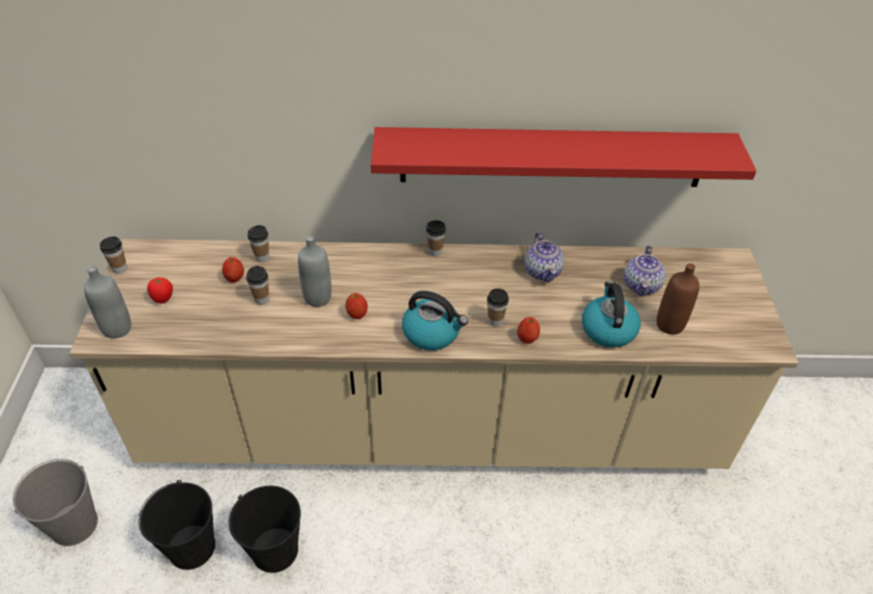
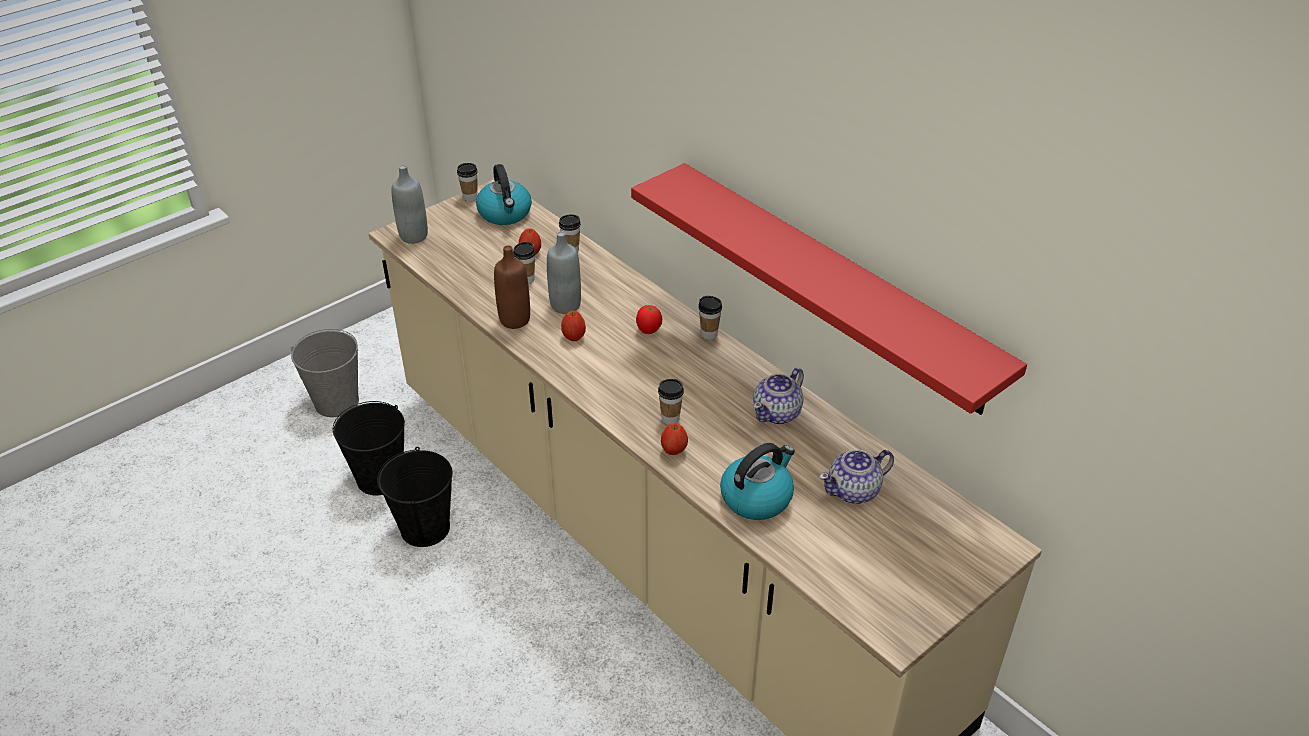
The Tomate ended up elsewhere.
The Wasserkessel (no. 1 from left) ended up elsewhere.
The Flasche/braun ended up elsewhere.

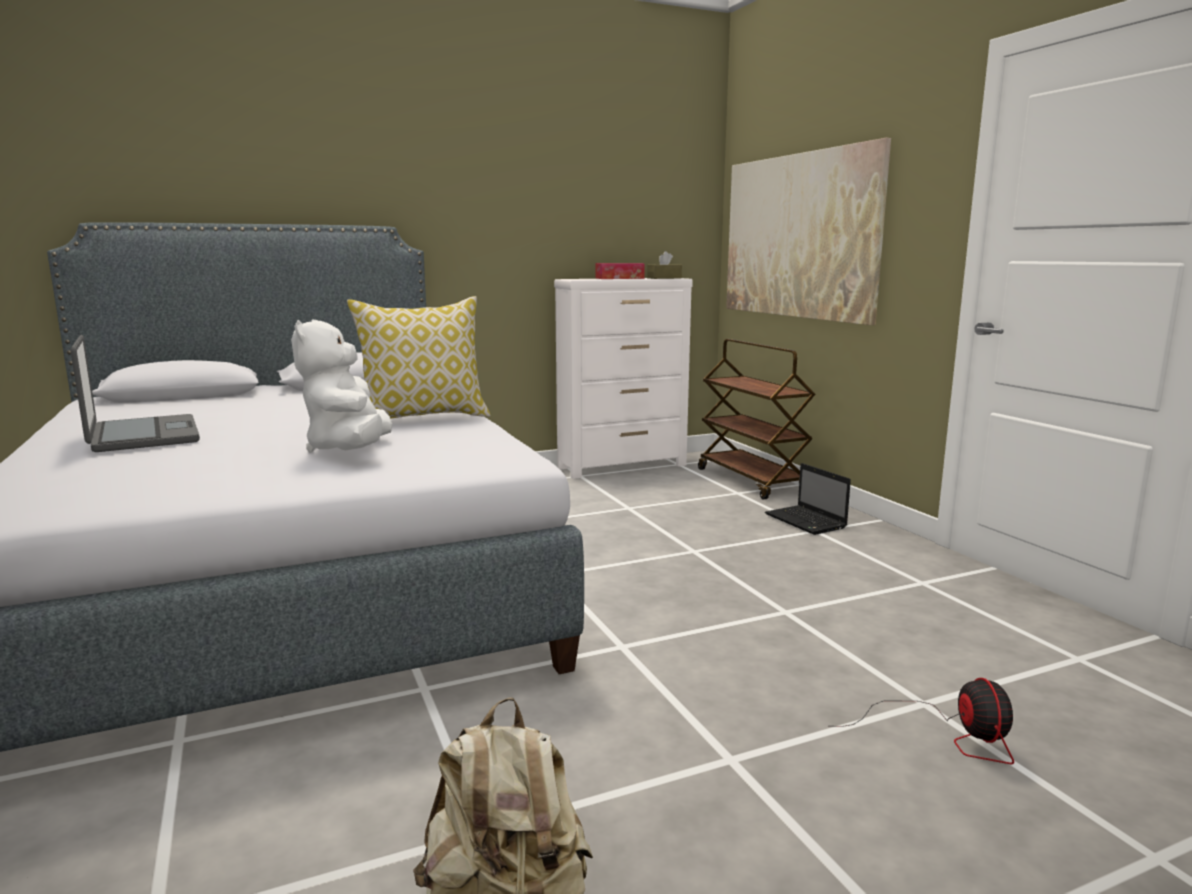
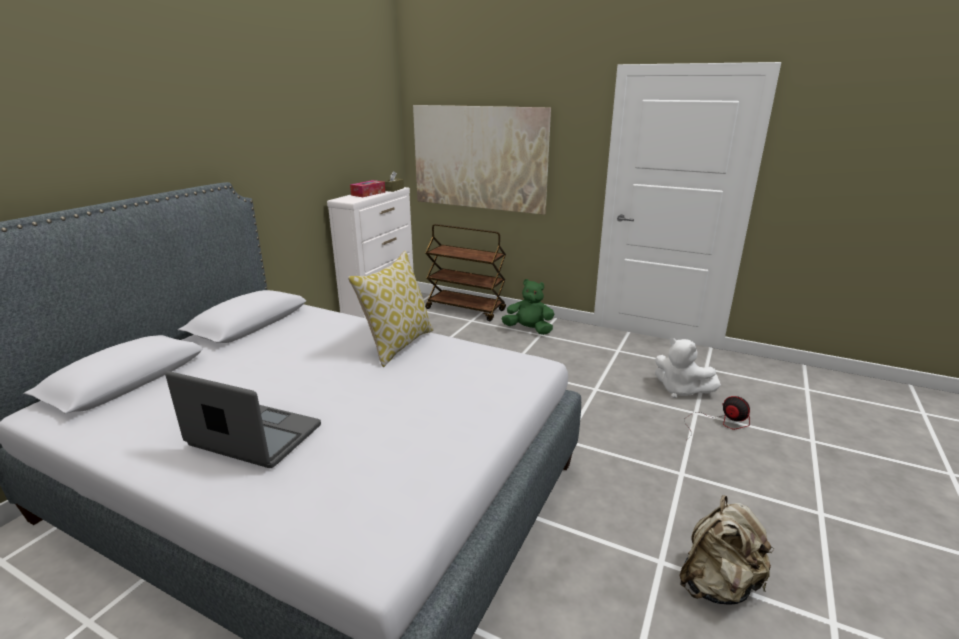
The Plüschtier/weiß ended up elsewhere.
Where the Laptop (no. 2 from left) stood, the Plüschtier/grün came to stand.

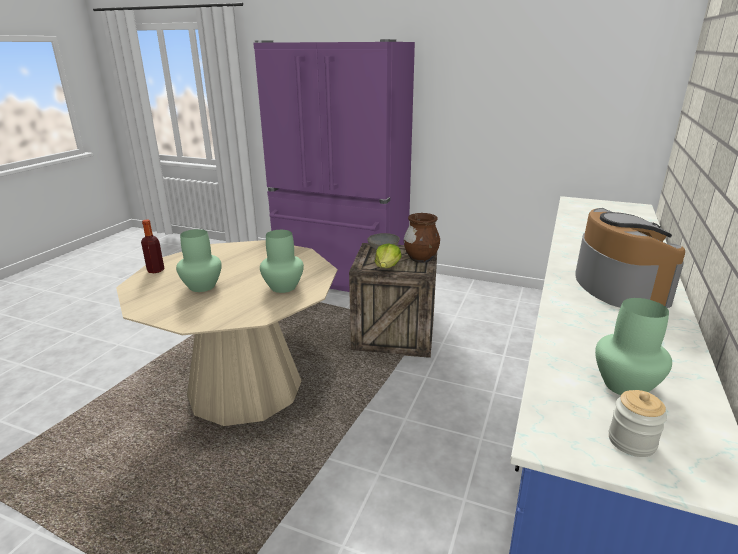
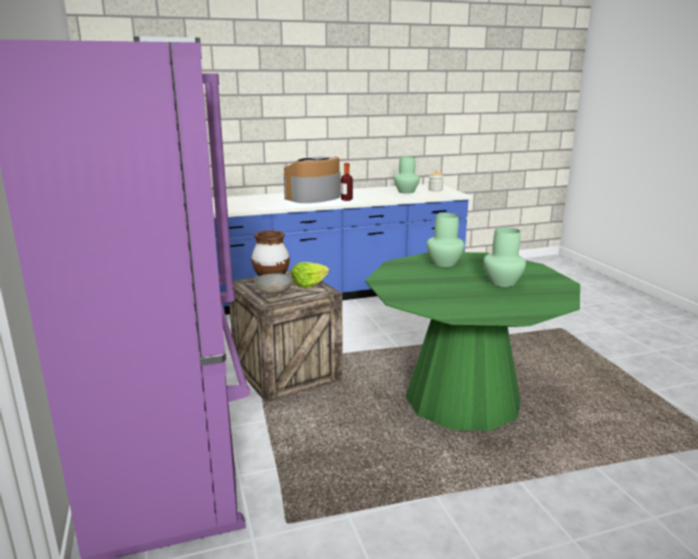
The Flasche ended up elsewhere.
What was the Esstisch/beige turned into the Esstisch/grün.

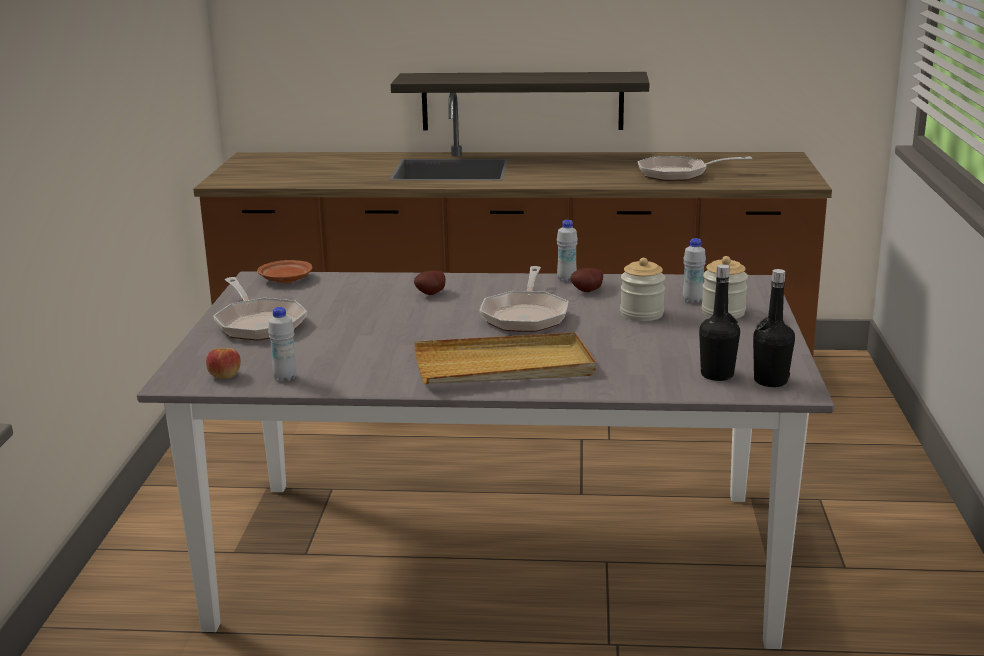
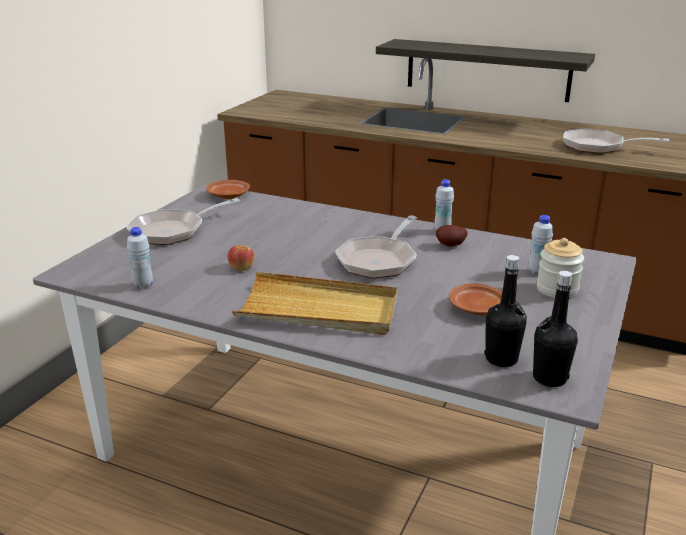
The second view lost the Kartoffel (no. 1 from left).
The second view lost the Vorratsglas (no. 1 from left).
The second view gained the Teller/braun (no. 2 from left).
The Apfel ended up elsewhere.
The Pfanne (no. 1 from left) ended up facing another way, 60 degrees clockwise from before.

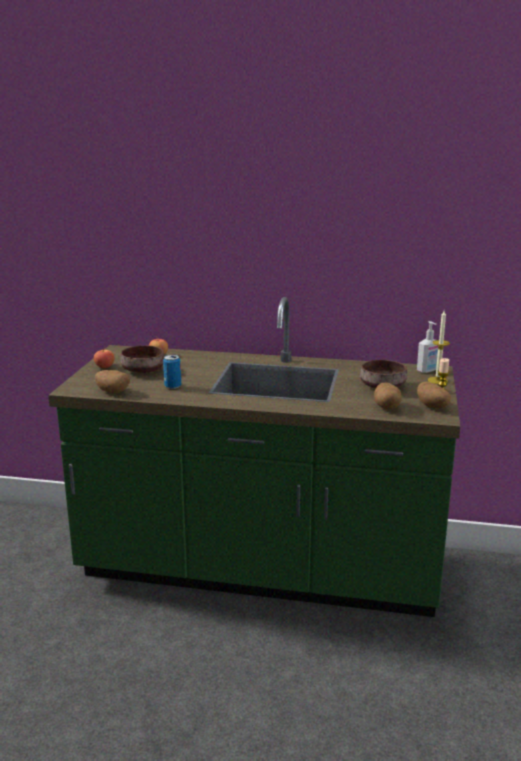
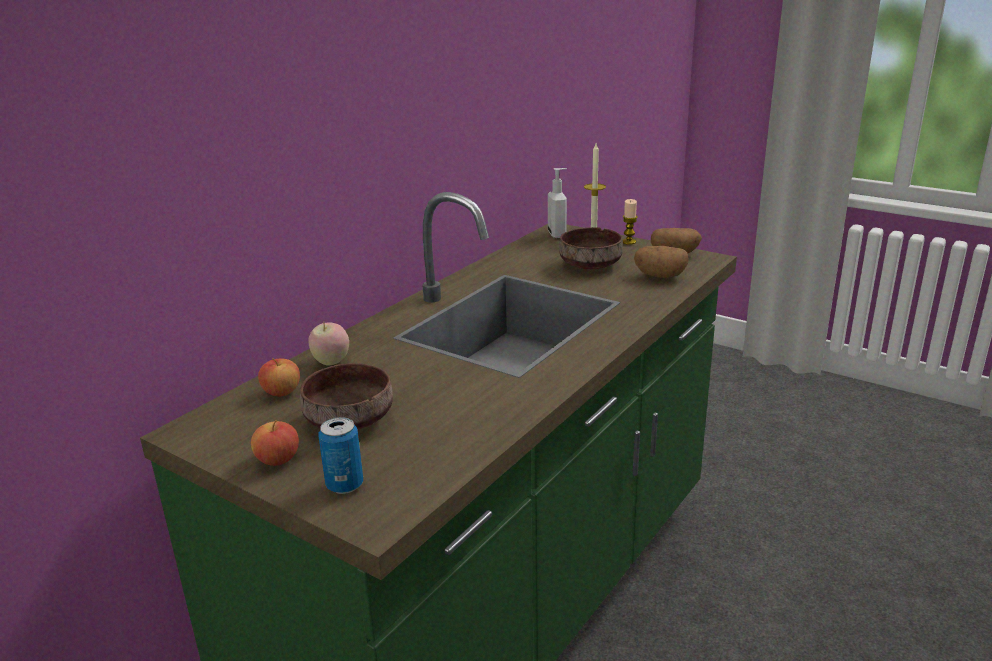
The second view lost the Kartoffel (no. 1 from left).
The second view gained the Apfel (no. 3 from left).
The Dose ended up elsewhere.

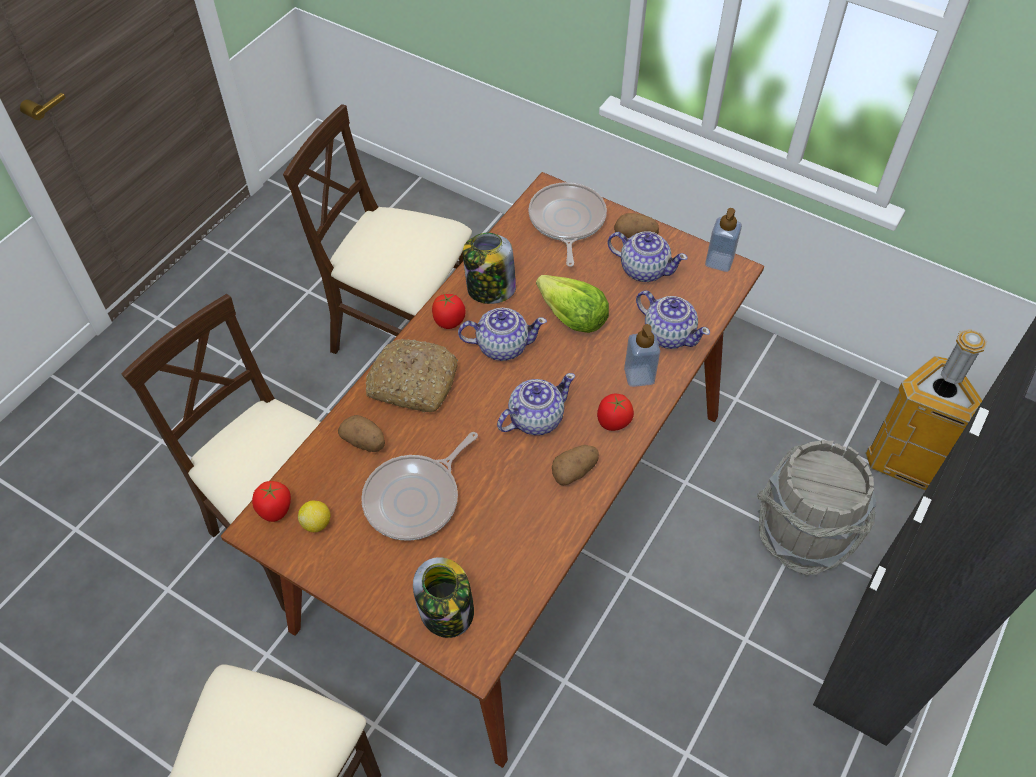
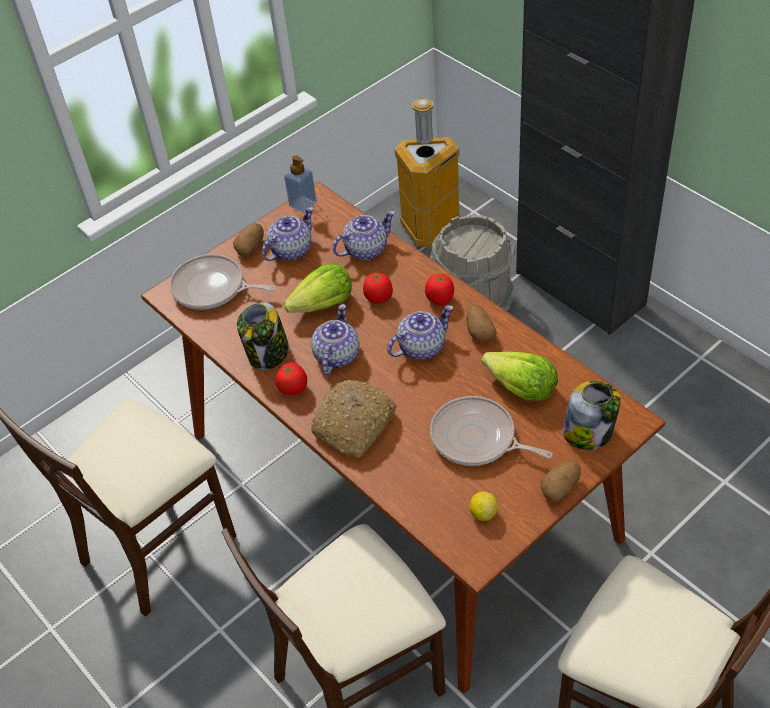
The second view lost the Seifenspender (no. 1 from left).
The second view gained the Salatkopf (no. 2 from left).
The Tomate (no. 1 from left in the first image) ended up elsewhere.
The Kartoffel (no. 1 from left in the first image) ended up elsewhere.
The Pfanne (no. 1 from left in the first image) ended up facing another way, 150 degrees clockwise from before.
The Teekanne (no. 2 from left in the first image) ended up facing another way, 75 degrees clockwise from before.

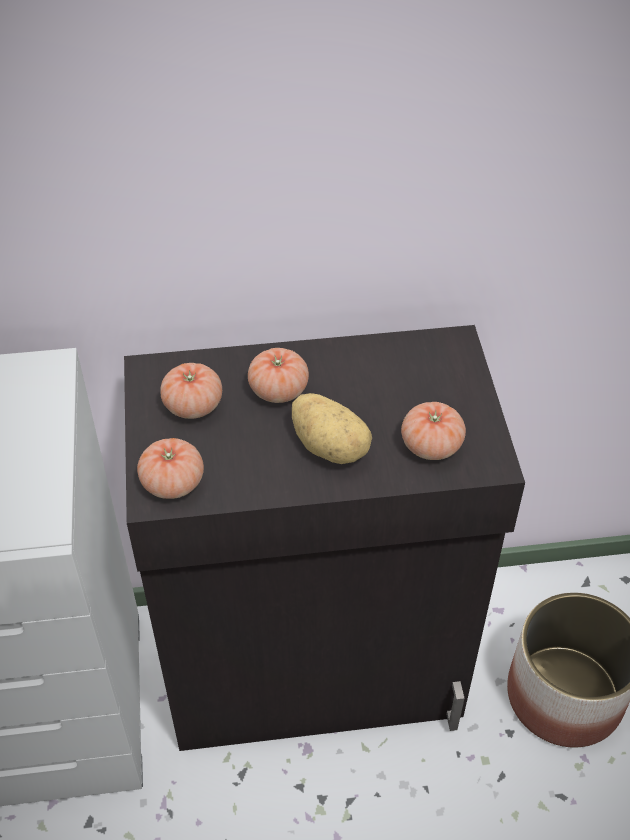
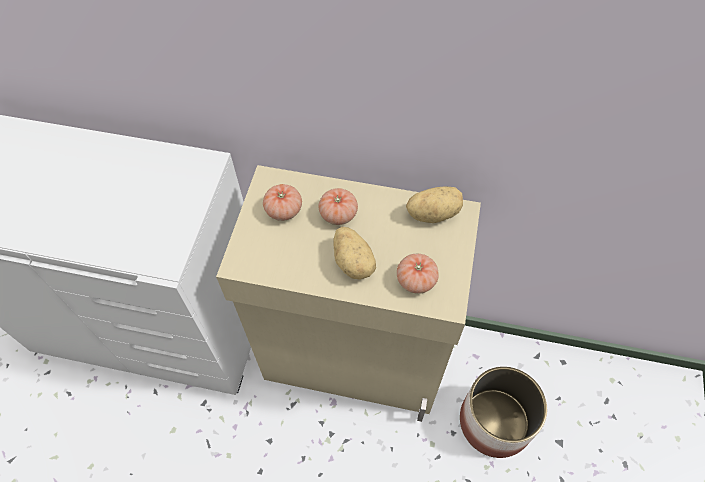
The second view lost the Tomate (no. 1 from left).
The second view gained the Kartoffel (no. 2 from left).
What was the Schrank/schwarz turned into the Schrank/beige.

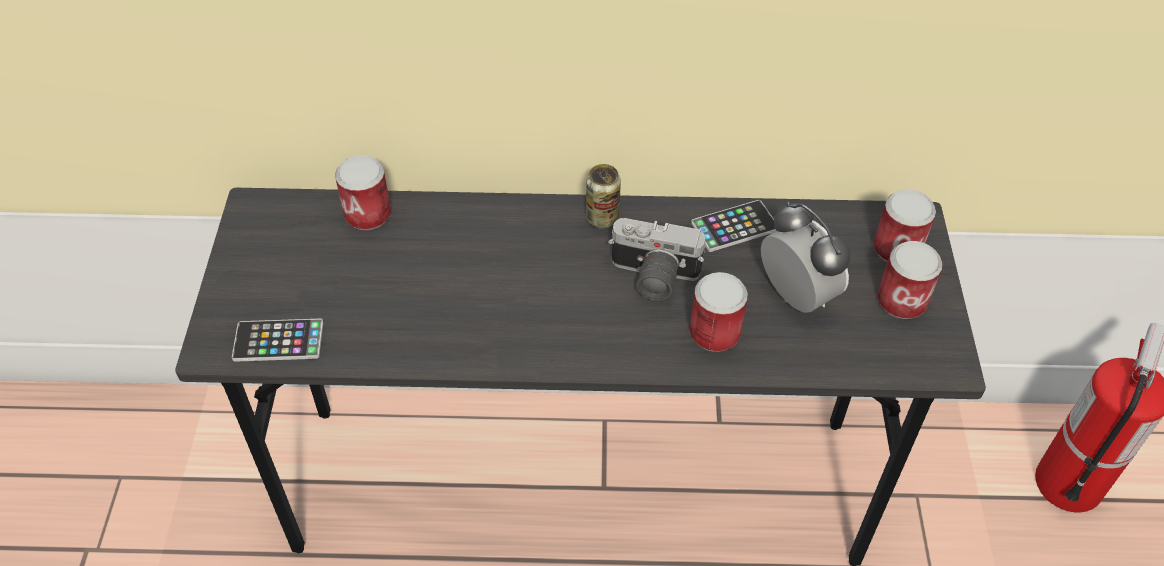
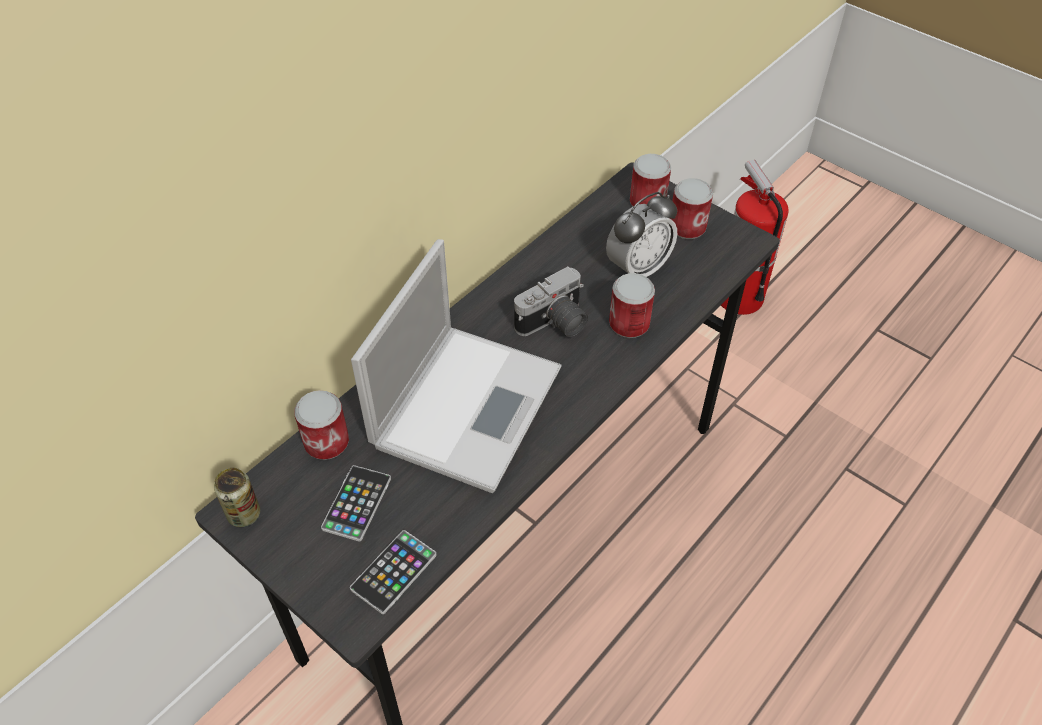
The second view gained the Laptop.
The Dose (no. 2 from left in the first image) ended up elsewhere.
The Handy (no. 2 from left in the first image) ended up elsewhere.
The Wecker ended up facing another way, 135 degrees clockwise from before.

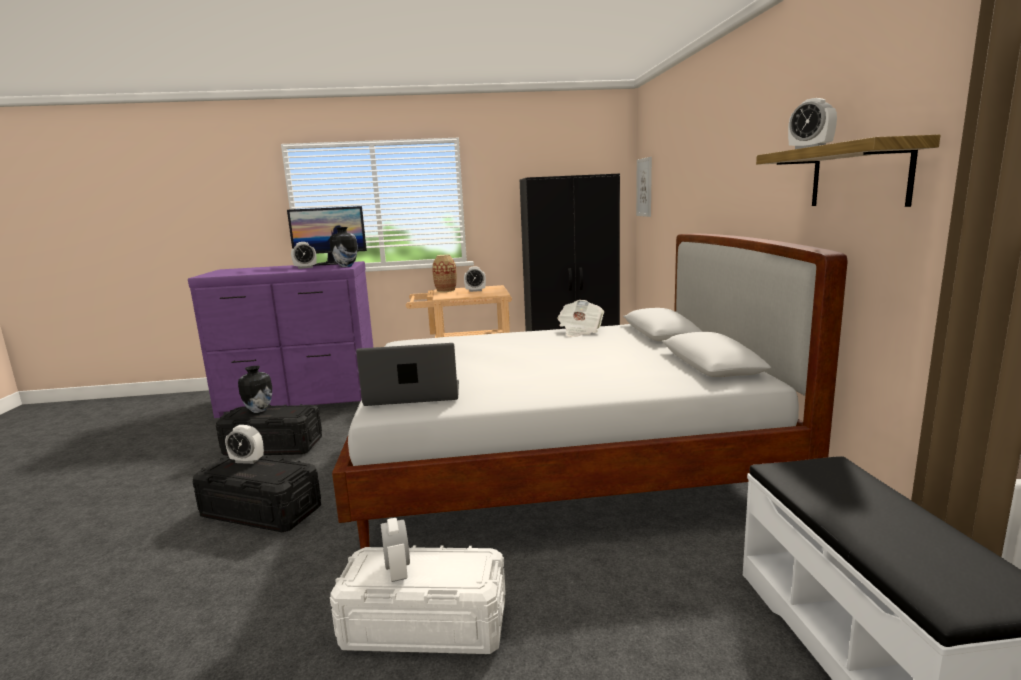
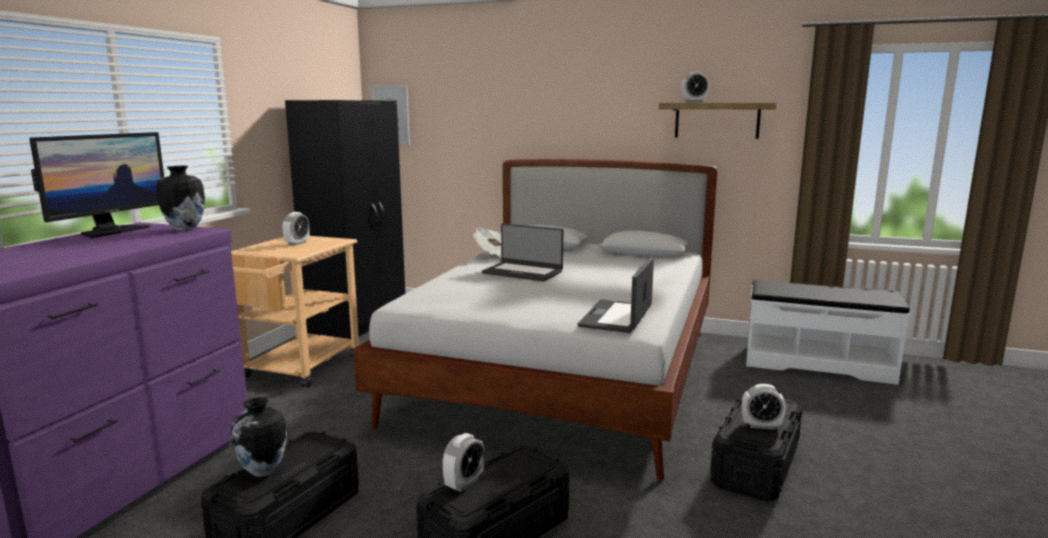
The second view lost the Wecker (no. 2 from left).
The second view lost the Vase (no. 3 from left).
The second view gained the Laptop (no. 1 from left).
What was the Aufbewahrungsbox/weiß turned into the Aufbewahrungsbox/schwarz (no. 3 from left).

